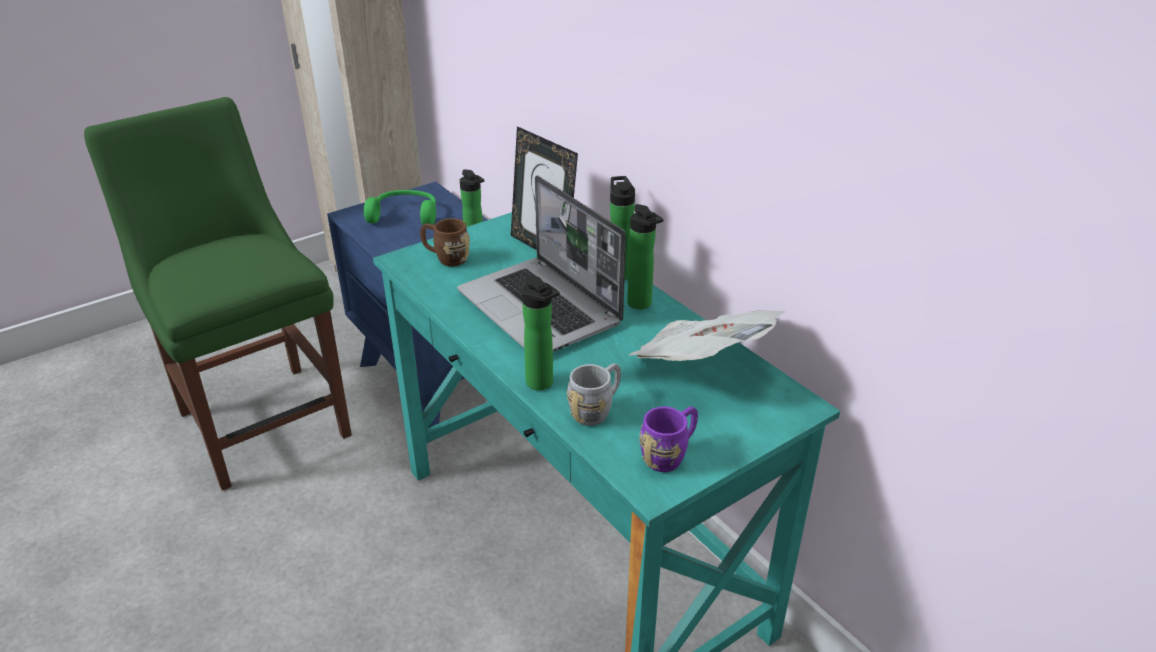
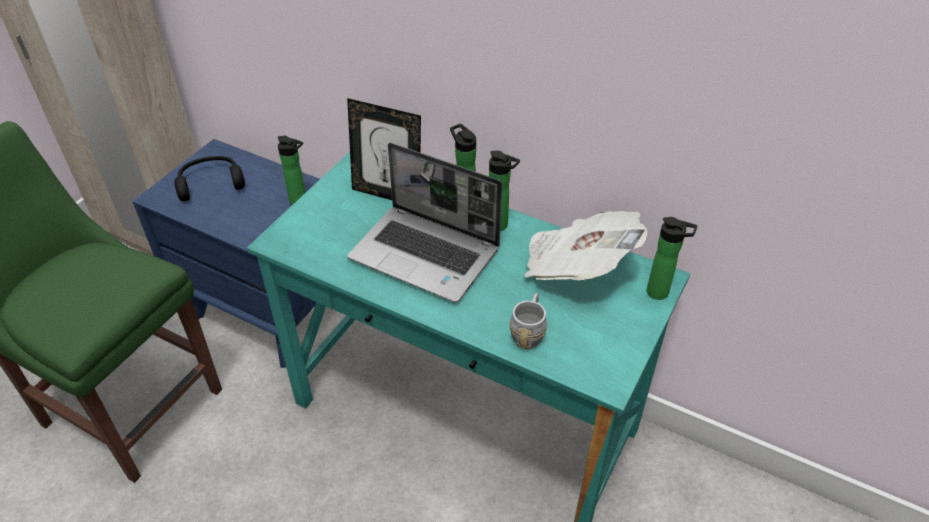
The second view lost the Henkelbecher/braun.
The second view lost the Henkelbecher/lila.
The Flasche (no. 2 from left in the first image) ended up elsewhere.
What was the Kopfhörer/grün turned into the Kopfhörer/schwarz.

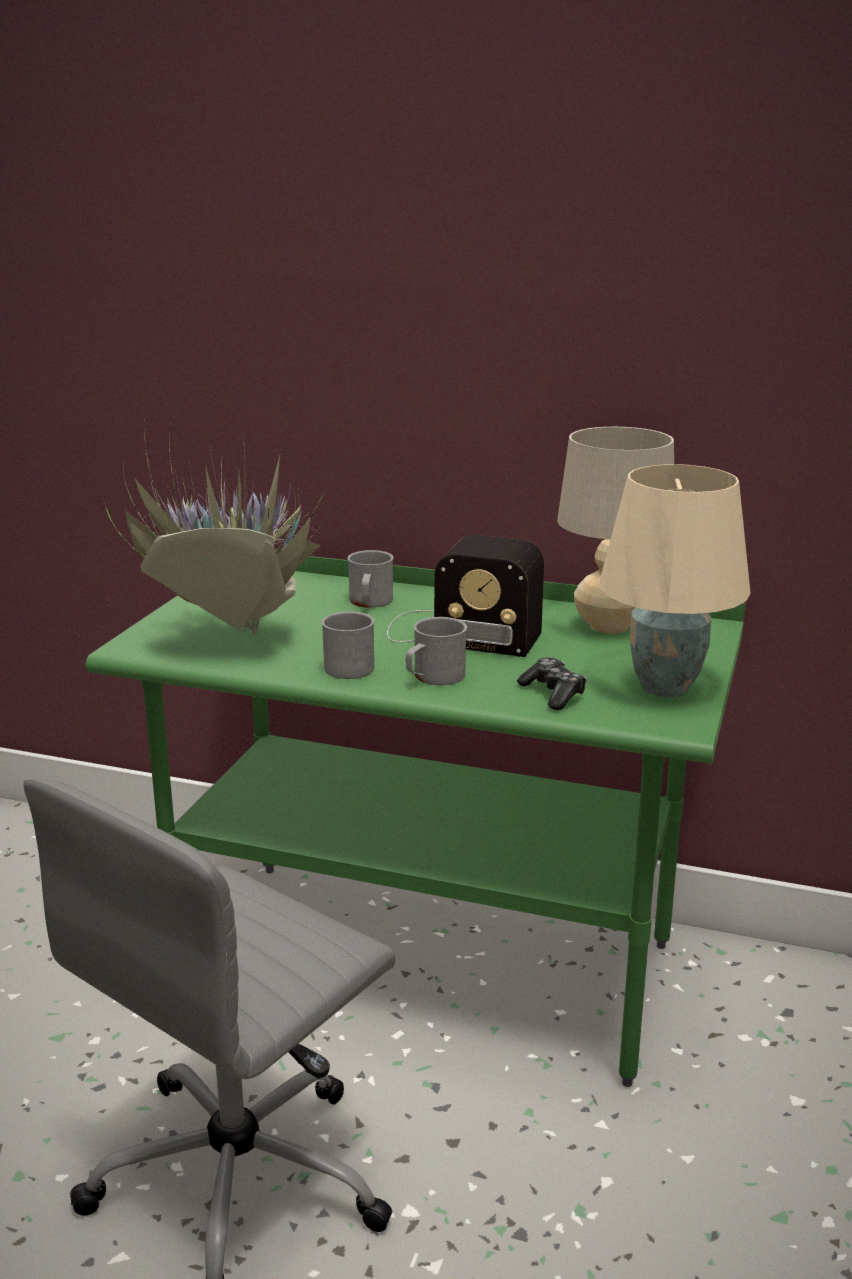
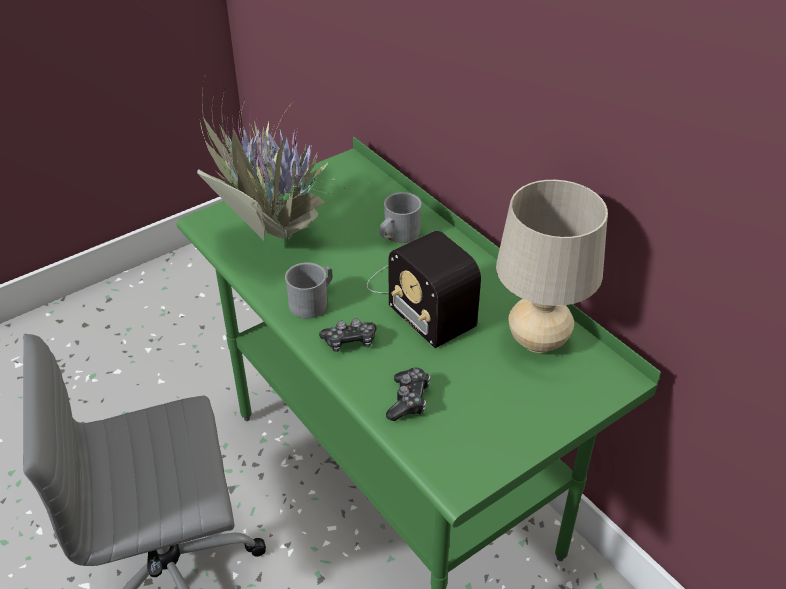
The second view lost the Tischlampe/beige (no. 2 from left).
Where the Henkelbecher/grau (no. 3 from left) stood, the Gamepad (no. 1 from left) came to stand.

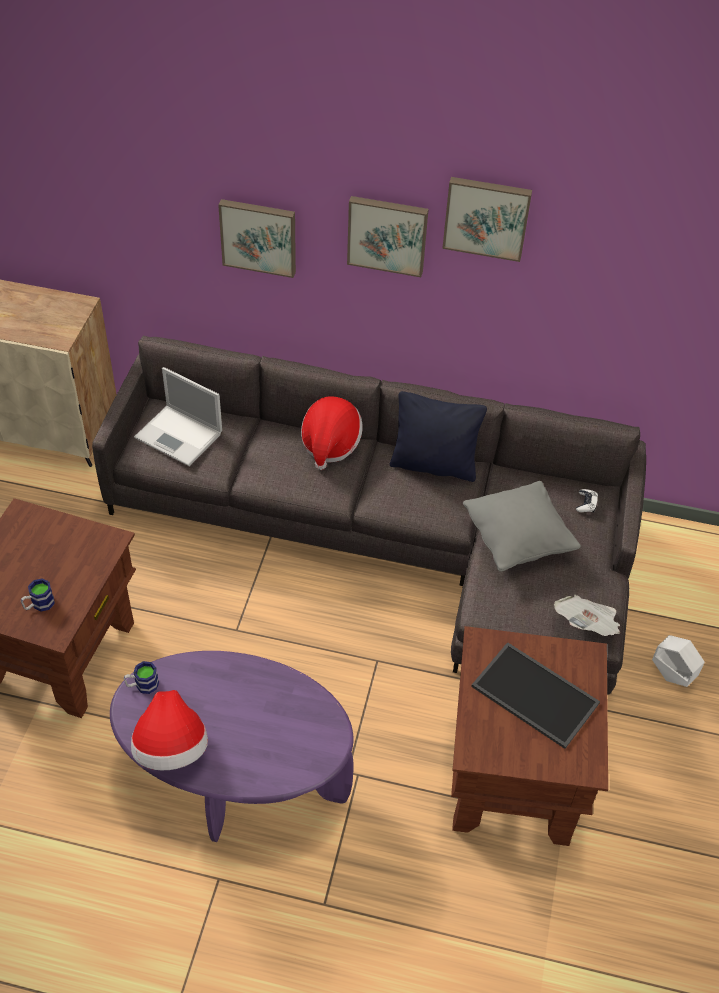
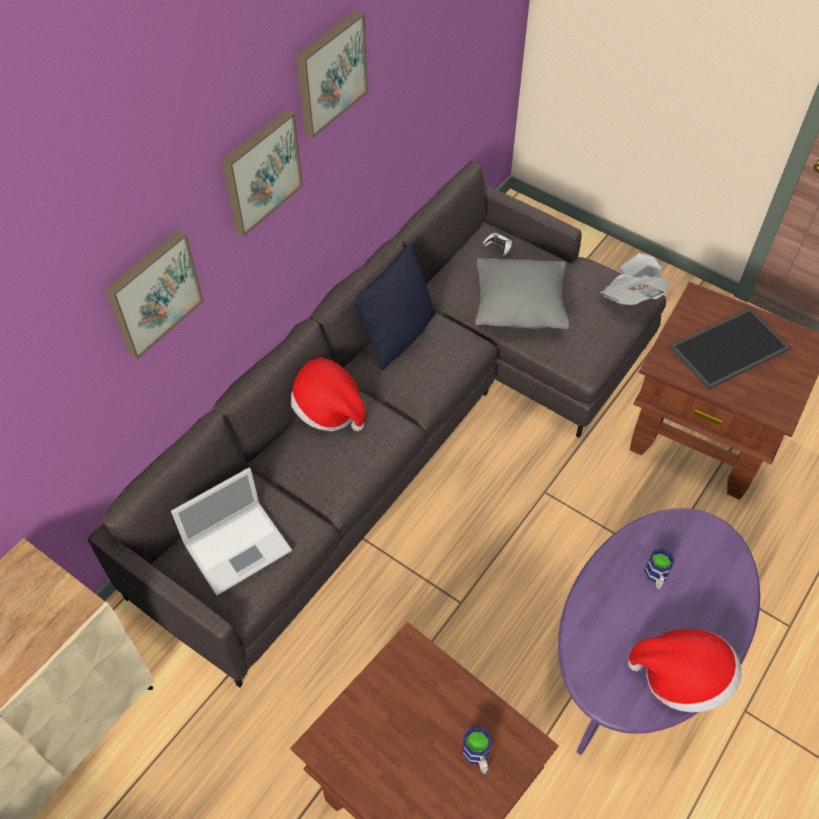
The Henkelbecher (no. 2 from left) ended up elsewhere.

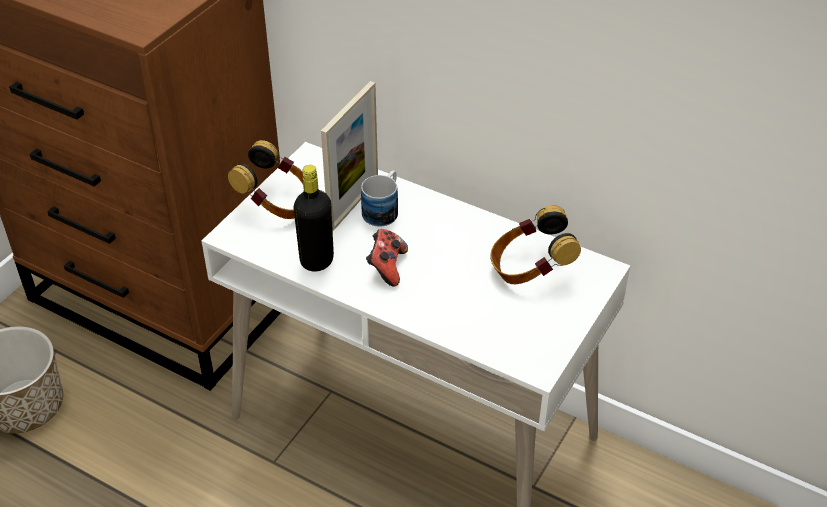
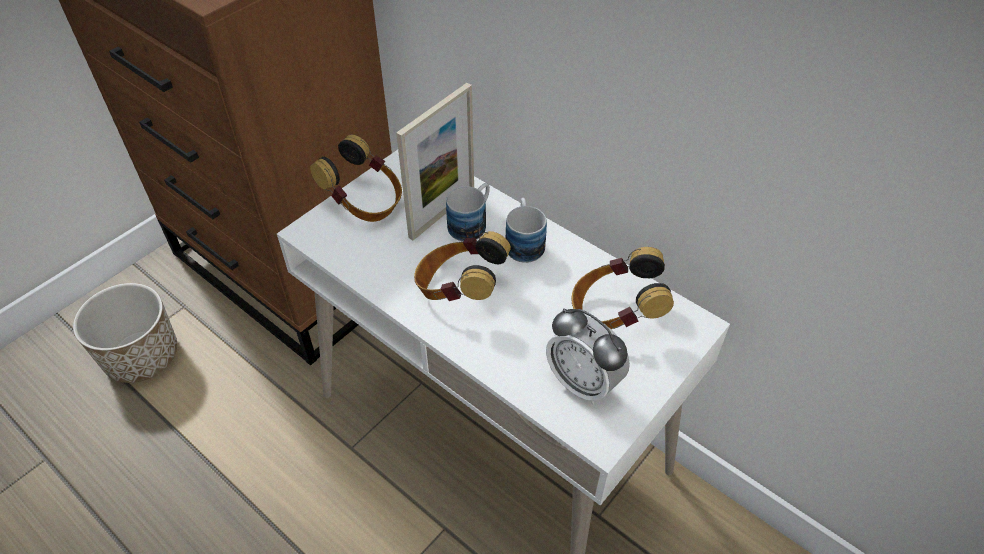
The second view lost the Flasche/schwarz.
The second view gained the Henkelbecher (no. 2 from left).
The second view gained the Wecker.
Where the Gamepad stood, the Kopfhörer (no. 2 from left) came to stand.

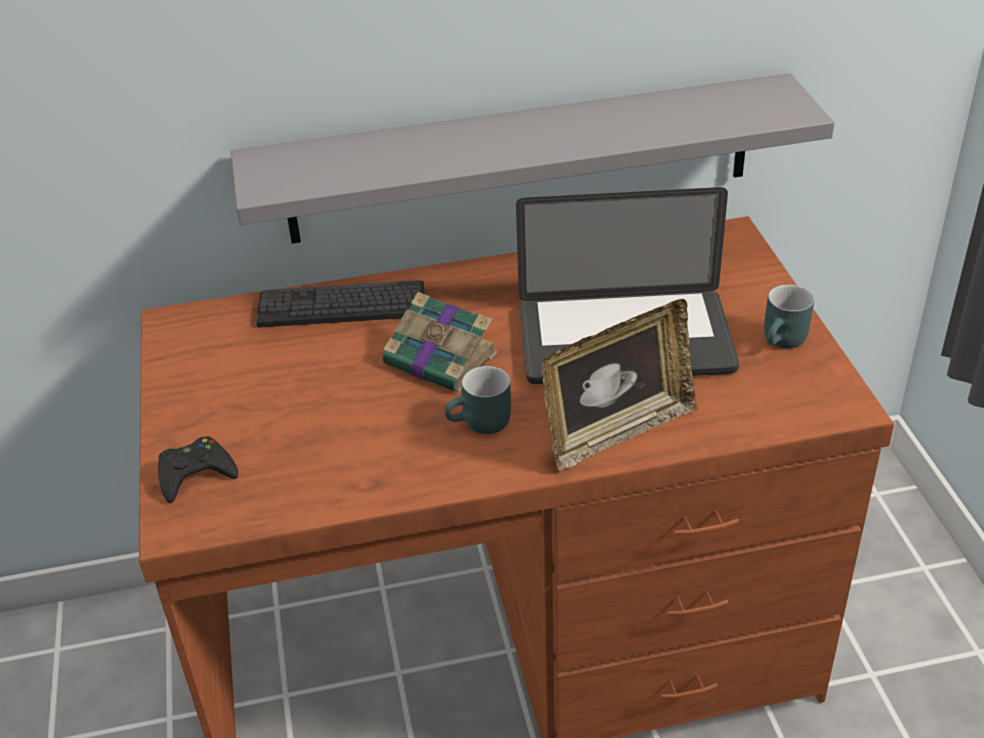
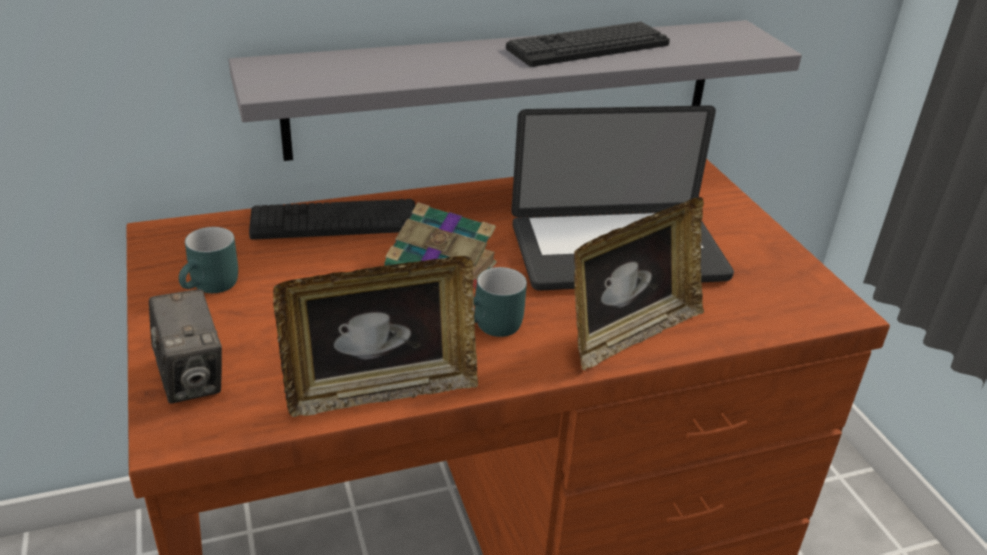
The second view gained the Bilderrahmen (no. 1 from left).
The second view gained the Tastatur (no. 2 from left).
The Henkelbecher/türkis (no. 2 from left in the first image) ended up elsewhere.
Where the Gamepad/schwarz stood, the Kamera came to stand.

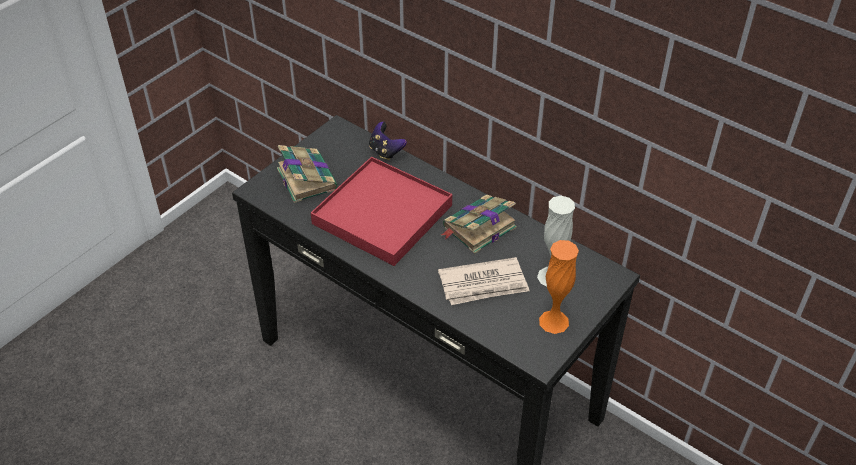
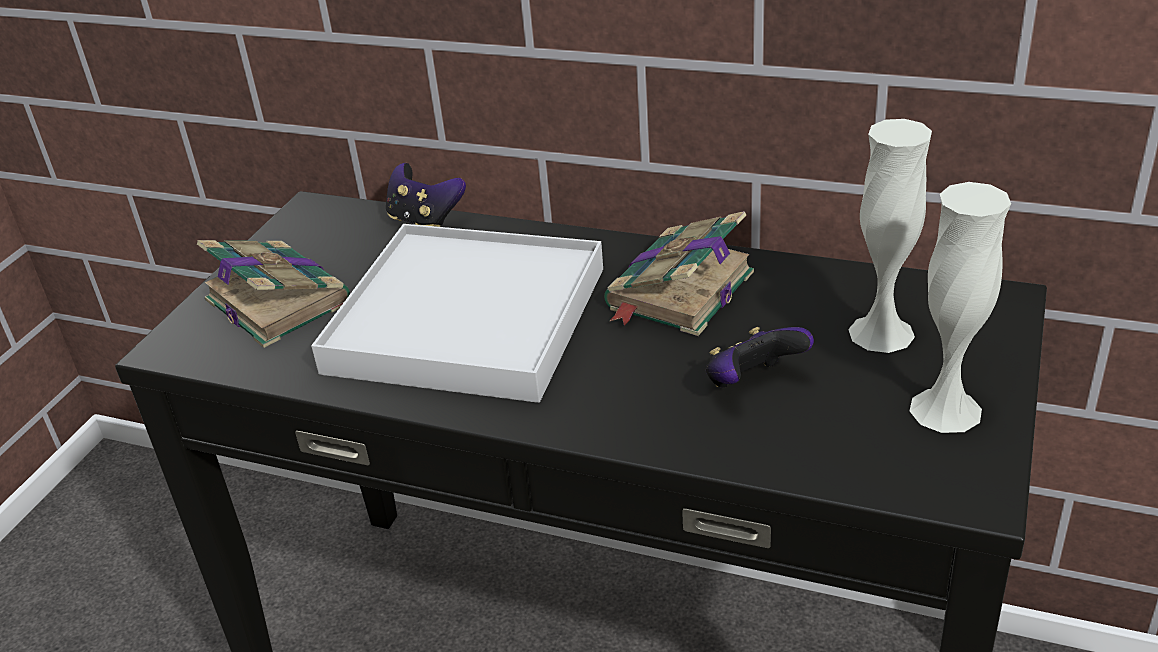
Where the Zeitung stood, the Gamepad (no. 2 from left) came to stand.
What was the Tablett/rot turned into the Tablett/weiß.
What was the Vase/orange turned into the Vase/weiß (no. 2 from left).

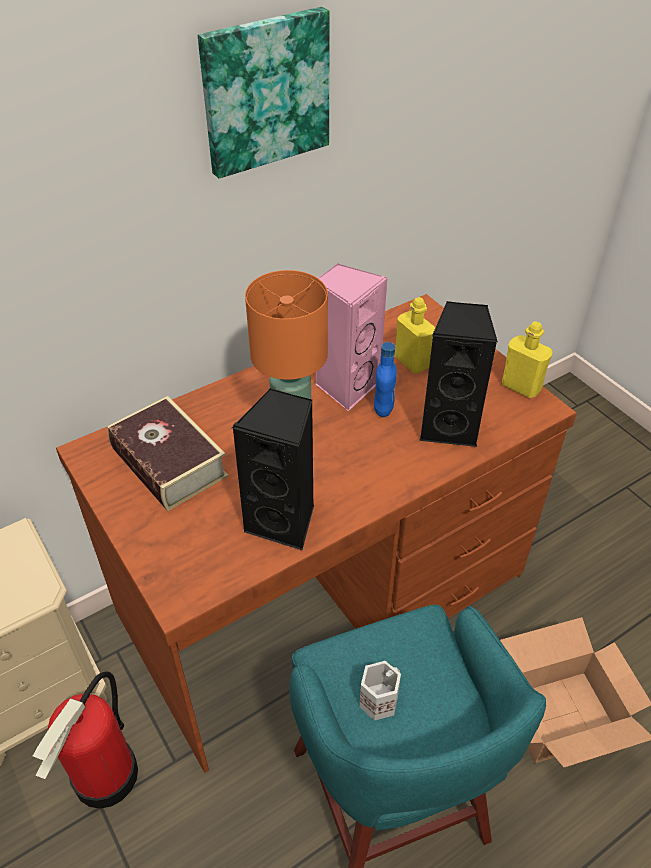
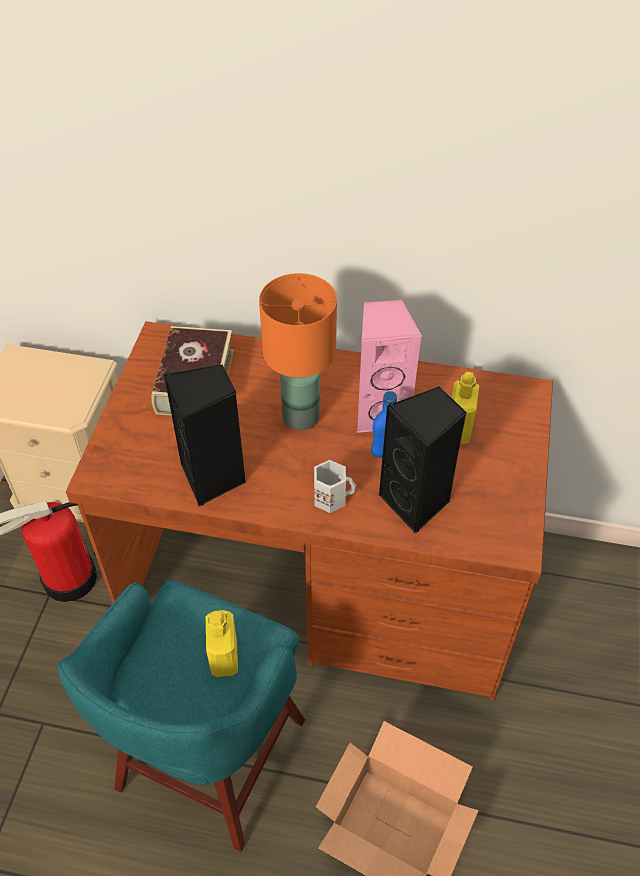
The second view lost the Bild.
The Henkelbecher/weiß ended up elsewhere.
The Flasche/gelb (no. 2 from left in the first image) ended up elsewhere.

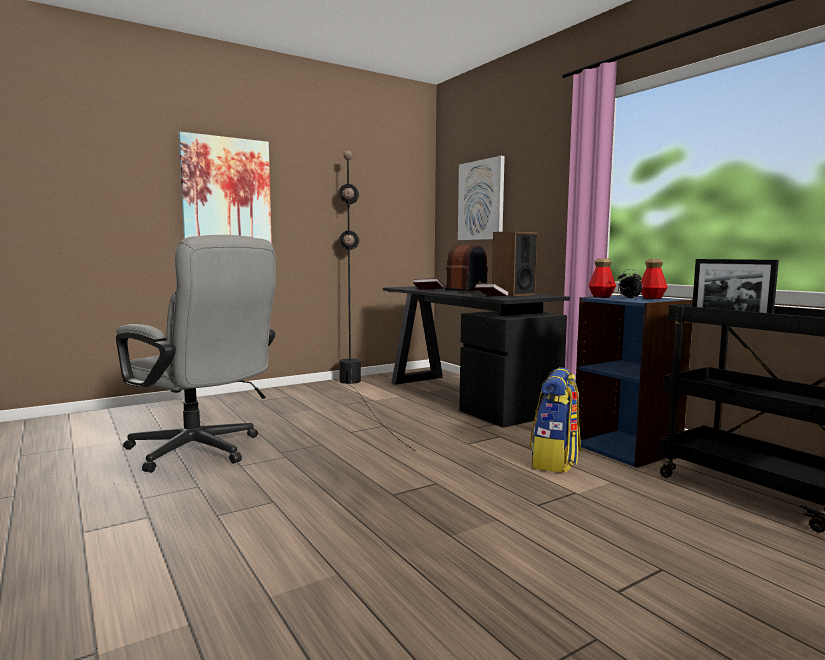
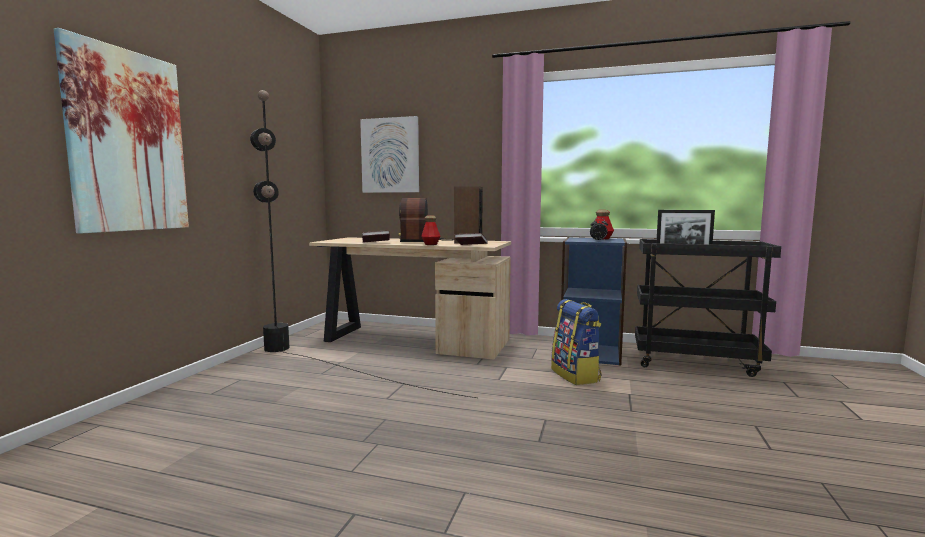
The second view lost the Bürostuhl/grau.
The Flasche (no. 1 from left) ended up elsewhere.
What was the Schreibtisch/schwarz turned into the Schreibtisch/beige.

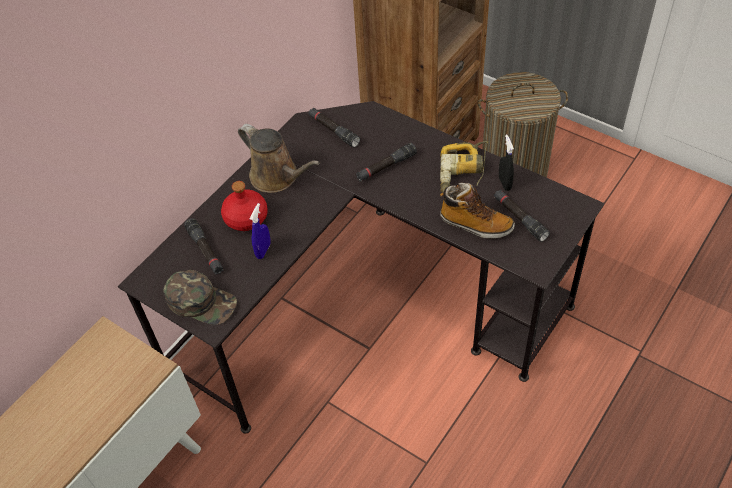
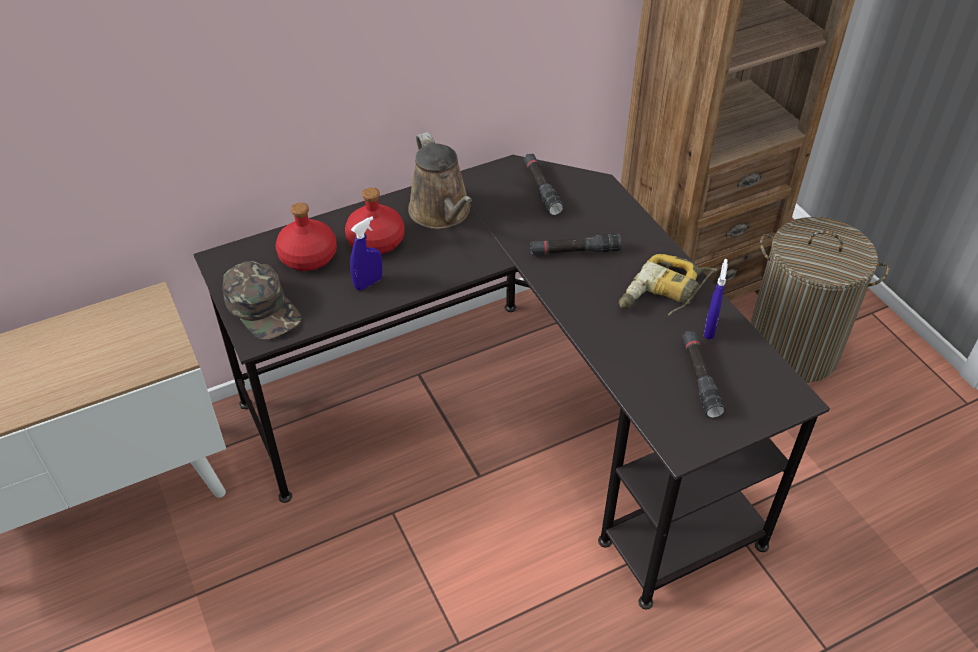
The second view lost the Stiefel.
Where the Taschenlampe/schwarz (no. 1 from left) stood, the Flasche/rot (no. 1 from left) came to stand.
What was the Sprühflasche/schwarz turned into the Sprühflasche/blau (no. 2 from left).

